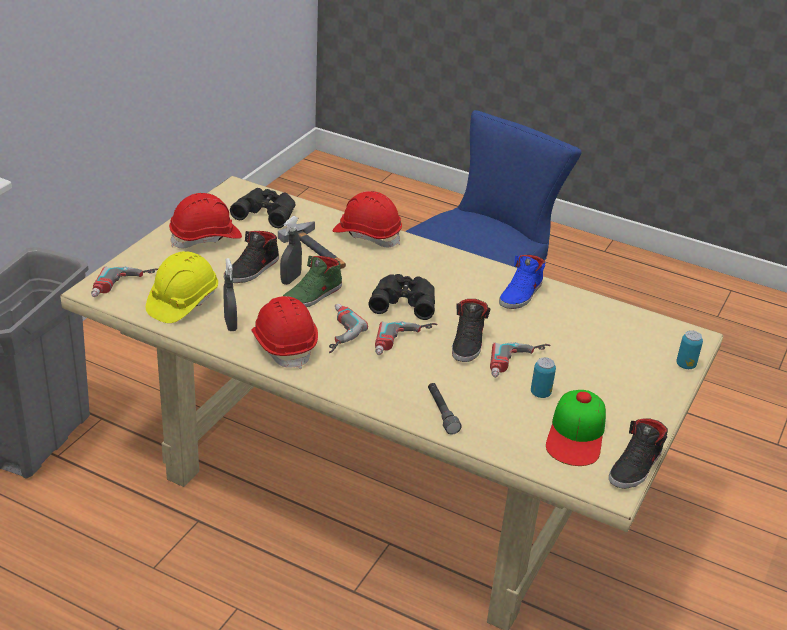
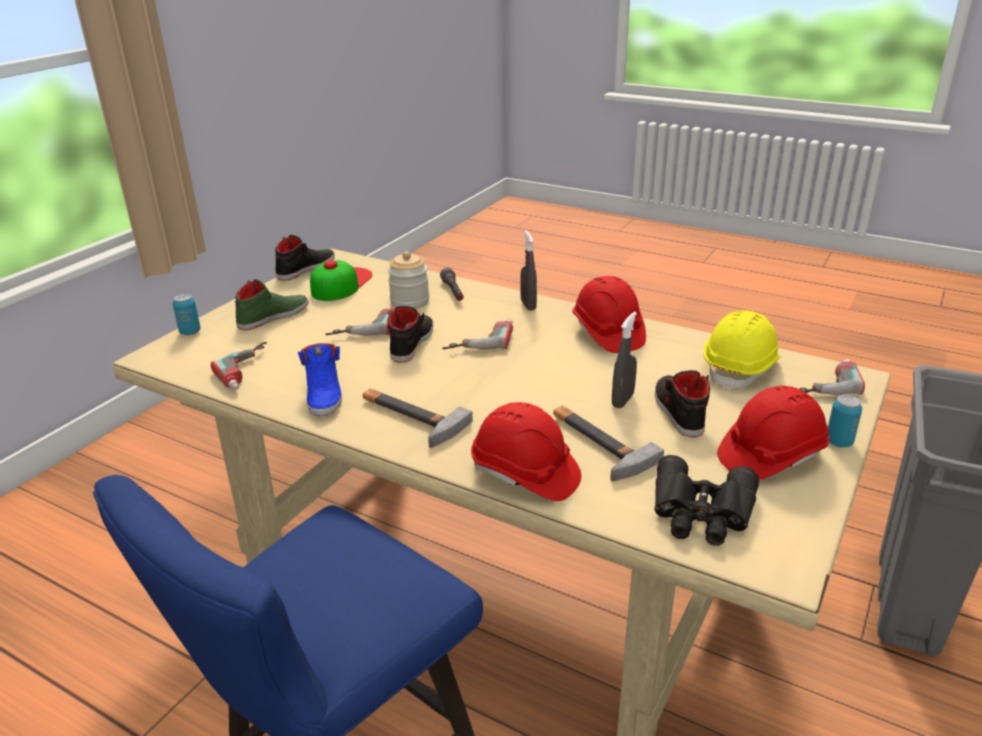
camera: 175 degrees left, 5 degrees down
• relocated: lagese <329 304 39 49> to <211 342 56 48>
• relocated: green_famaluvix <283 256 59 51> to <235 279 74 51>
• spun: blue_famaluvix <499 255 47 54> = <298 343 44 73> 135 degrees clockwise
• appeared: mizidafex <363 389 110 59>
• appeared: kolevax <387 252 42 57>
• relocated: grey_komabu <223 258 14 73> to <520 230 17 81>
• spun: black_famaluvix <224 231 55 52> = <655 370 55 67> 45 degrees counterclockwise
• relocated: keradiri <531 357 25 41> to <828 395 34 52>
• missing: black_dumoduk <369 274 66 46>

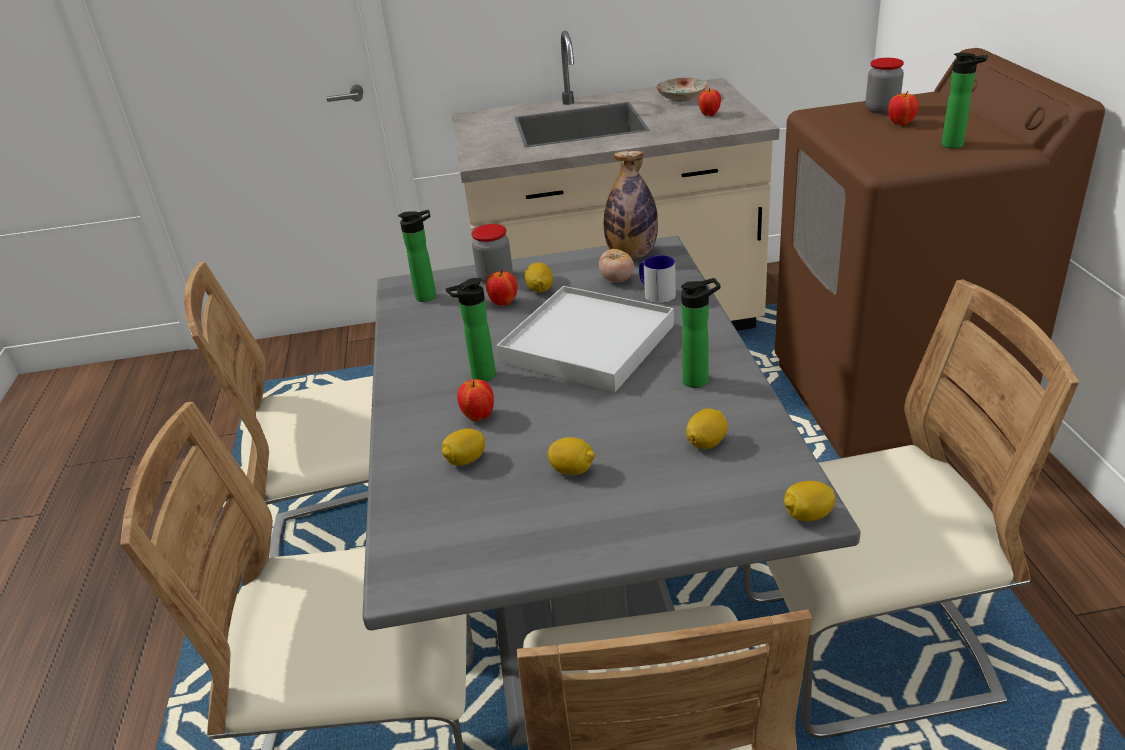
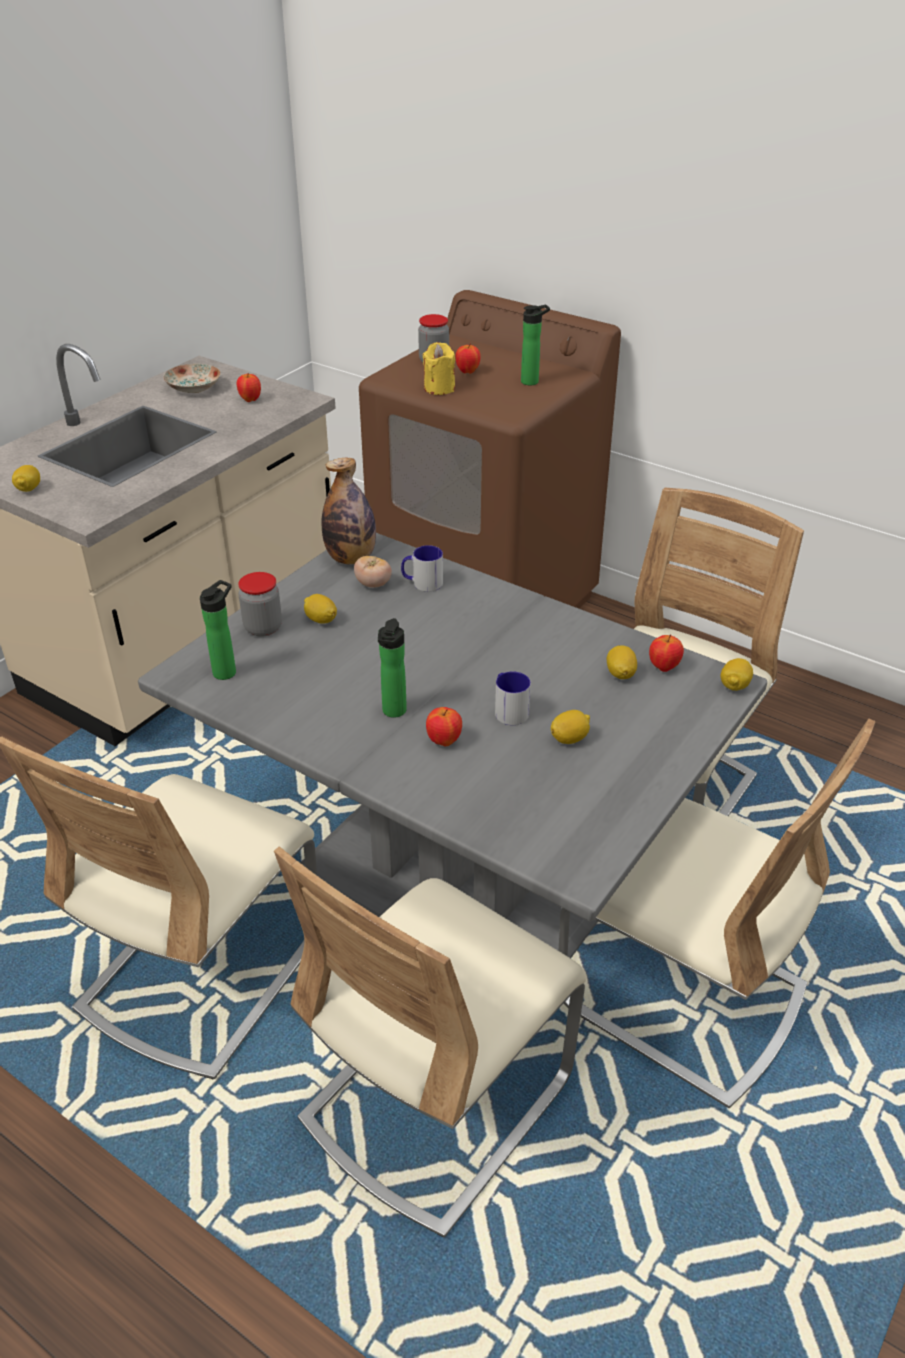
camera: 50 degrees left, 5 degrees up
• relocated: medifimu <442 428 43 38> to <12 465 28 27>
• appeared: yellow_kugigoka <422 342 33 53>
• appeared: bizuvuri <495 671 36 54>
• relocated: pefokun <486 270 31 36> to <649 635 35 37>
• missing: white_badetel <496 286 178 106>
• missing: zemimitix <681 278 40 110>

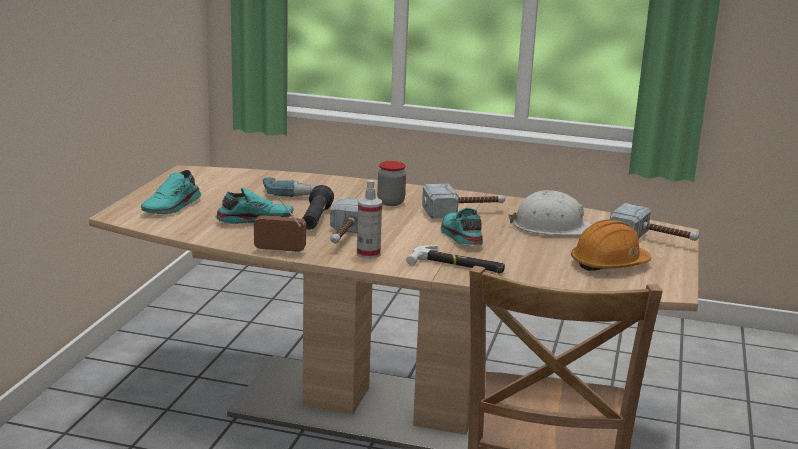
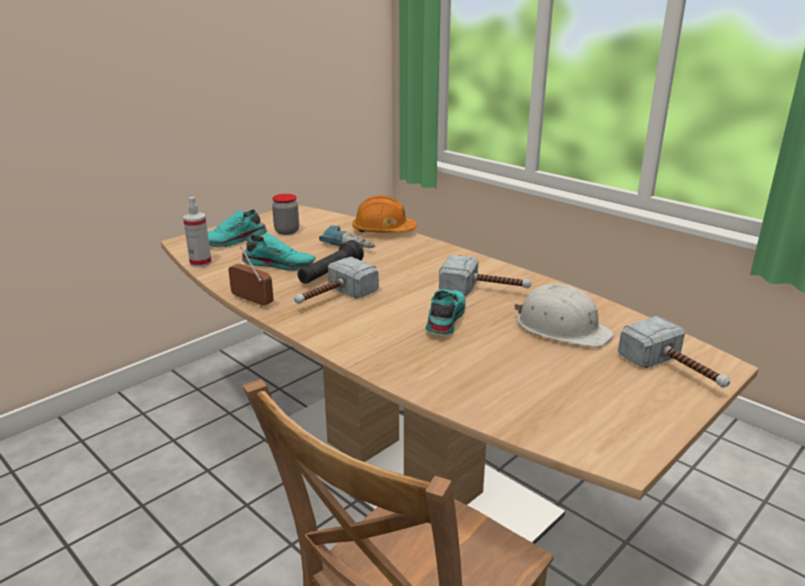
camera: 30 degrees right, 5 degrees up
• relocated: komabu <357 180 25 79> to <183 197 29 71>
• relocated: kolevax <377 161 29 45> to <272 194 27 41>
• relocated: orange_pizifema <571 219 80 52> to <352 195 65 38>
• missing: mizidafex <406 245 99 29>

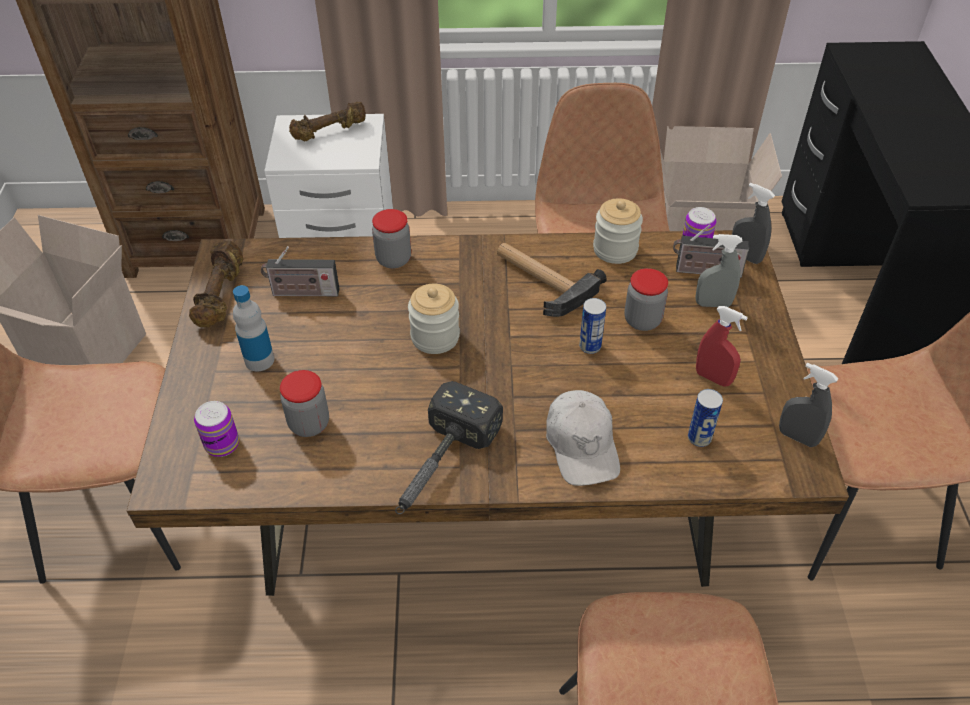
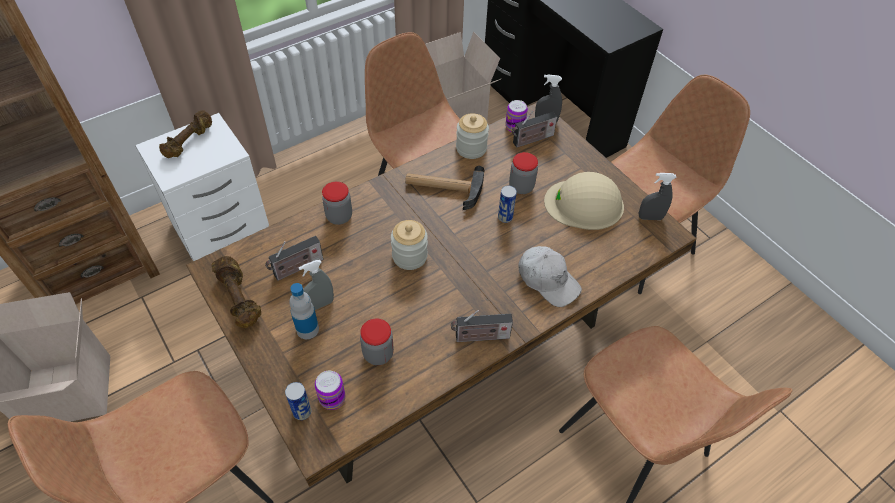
camera: 35 degrees left, 5 degrees up
• relocated: keradiri <688 389 35 58> to <285 382 26 38>
• relocated: grey_komabu <695 234 48 73> to <299 260 35 50>
• exchanged: mizidafex <395 381 108 133> to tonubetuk <451 310 62 32>
• exchanged: red_komabu <696 306 52 81> to beige_pizifema <544 172 80 58>

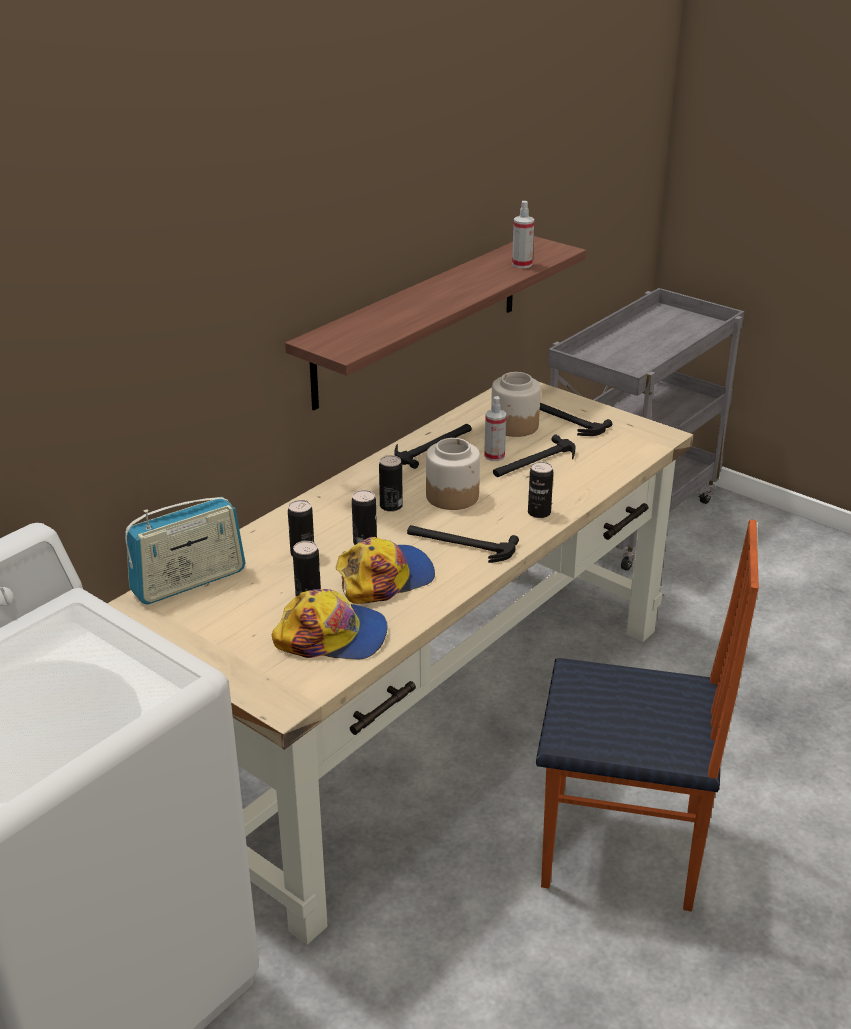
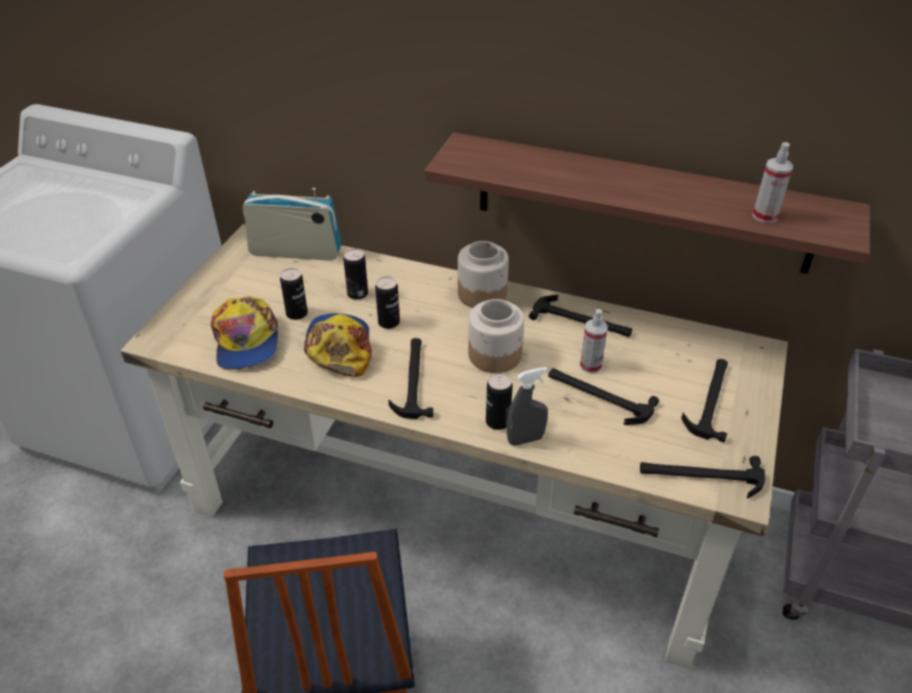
camera: 70 degrees right, 10 degrees up
• spun: tonubetuk <125 497 121 107> = <242 188 100 73> 150 degrees clockwise
• spun: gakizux <336 537 99 67> = <304 314 68 63> 135 degrees counterclockwise
• relocated: kolevax <491 372 50 65> to <458 241 51 67>
• appeared: grey_komabu <507 367 41 79>
• appeared: mizidafex <640 456 125 42>
• missing: keradiri <379 455 24 57>

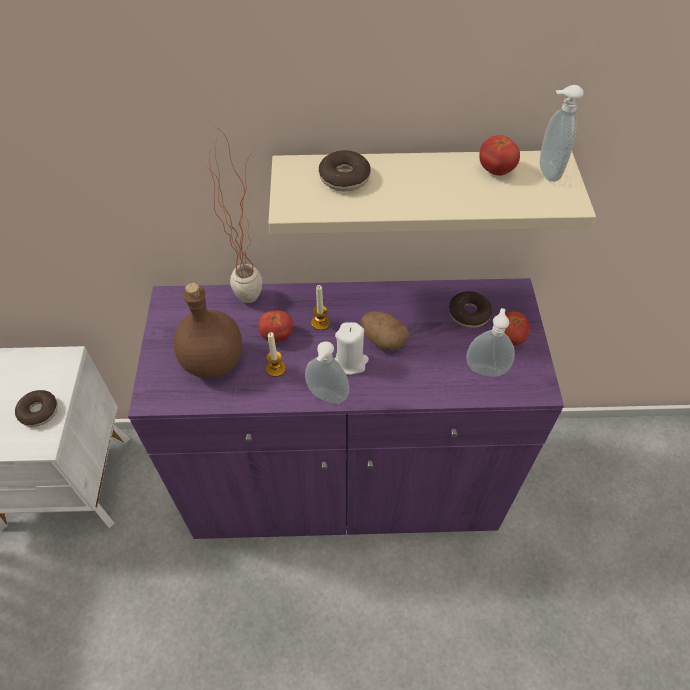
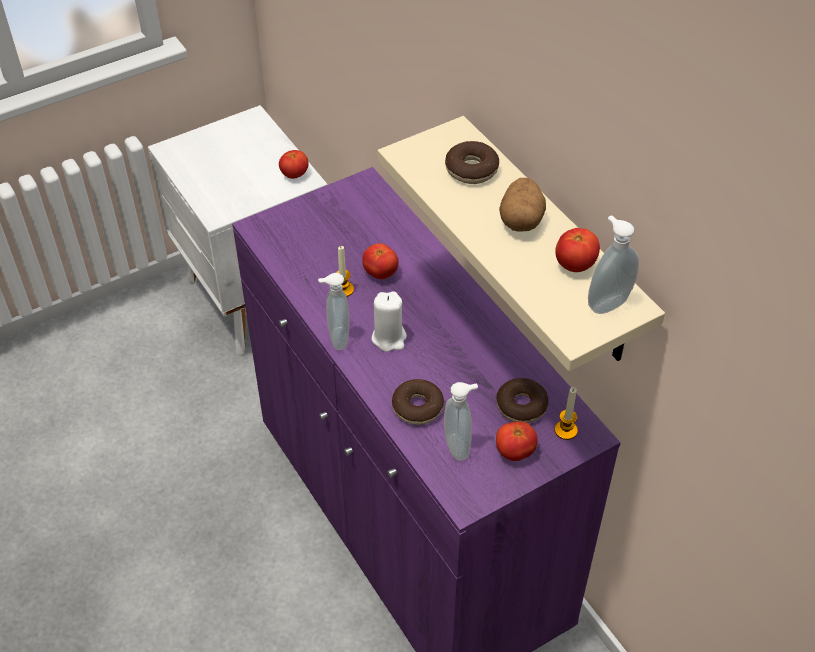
camera: 60 degrees right, 5 degrees down
• appeared: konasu <279 150 30 29>
• relocated: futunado <15 390 43 37> to <392 379 52 46>
• relocated: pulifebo <361 311 48 40> to <499 178 47 54>
• relocated: kugigoka <311 285 19 45> to <555 387 23 53>
• missing: brown_zemimitix <174 282 68 96>
• missing: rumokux <207 127 55 176>

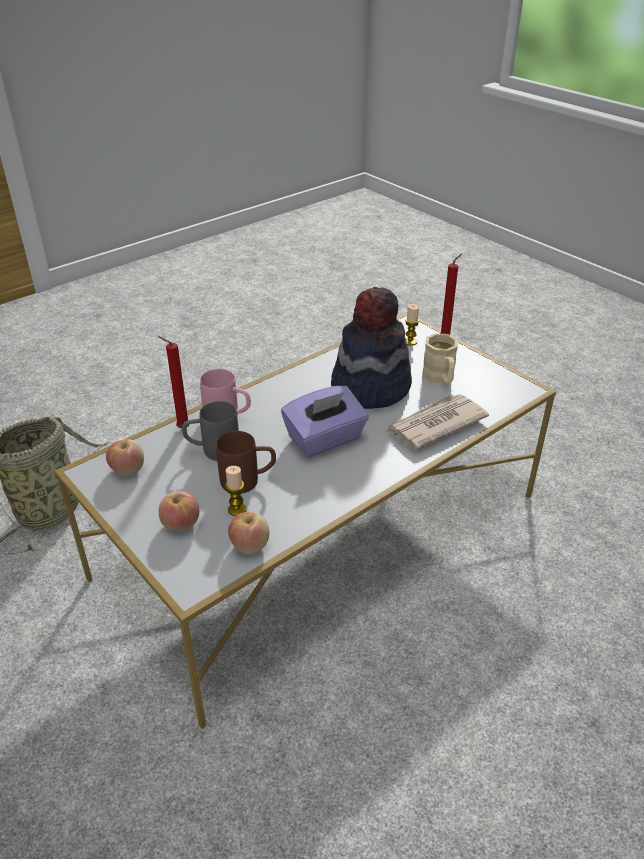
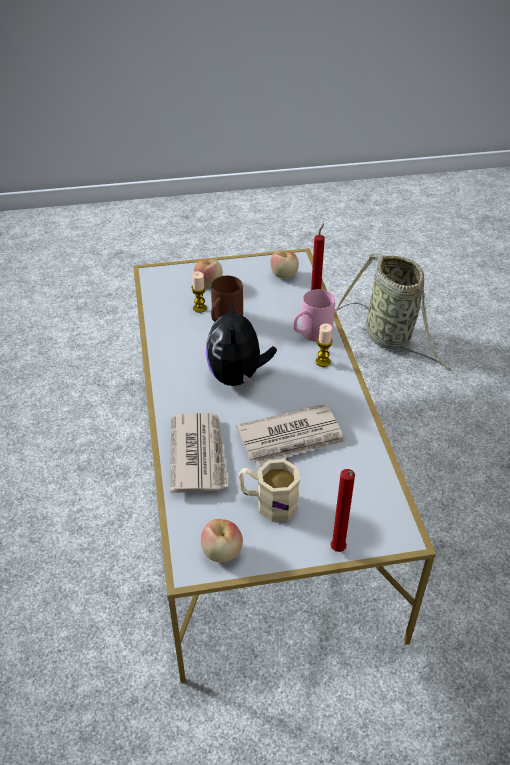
camera: 120 degrees right, 5 degrees up
• relocated: pefokun <228 512 41 42> to <201 519 42 43>
• exchanged: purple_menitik <281 386 88 71> to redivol <206 298 71 89>
• exchanged: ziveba <331 287 81 122> to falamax <236 404 111 62>
• relocated: kugigoka <405 304 14 42> to <316 323 17 44>
• missing: grey_bizuvuri <182 401 57 60>

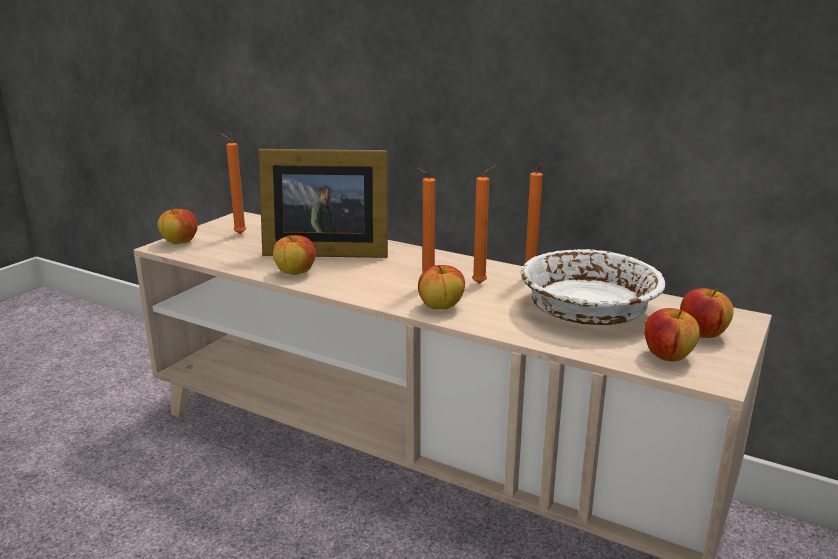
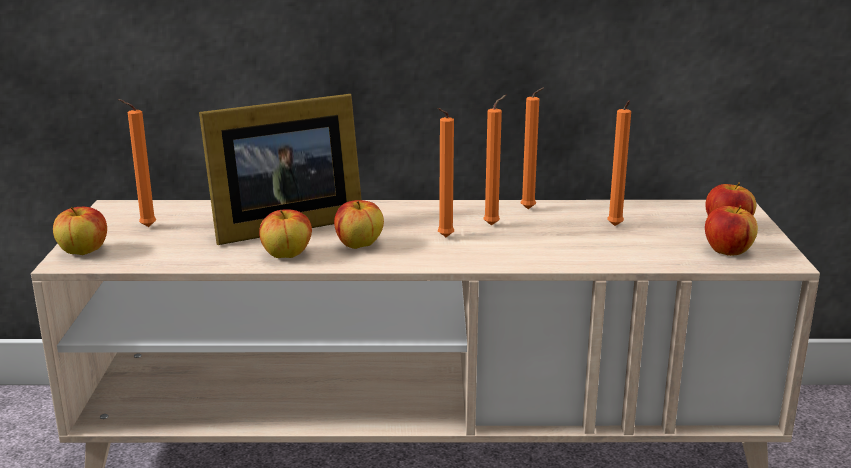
camera: 30 degrees left, 0 degrees up
• relocated: pefokun <418 265 47 44> to <334 200 50 49>
• exchanged: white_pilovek <521 249 144 76> to orange_kugigoka <607 101 24 125>

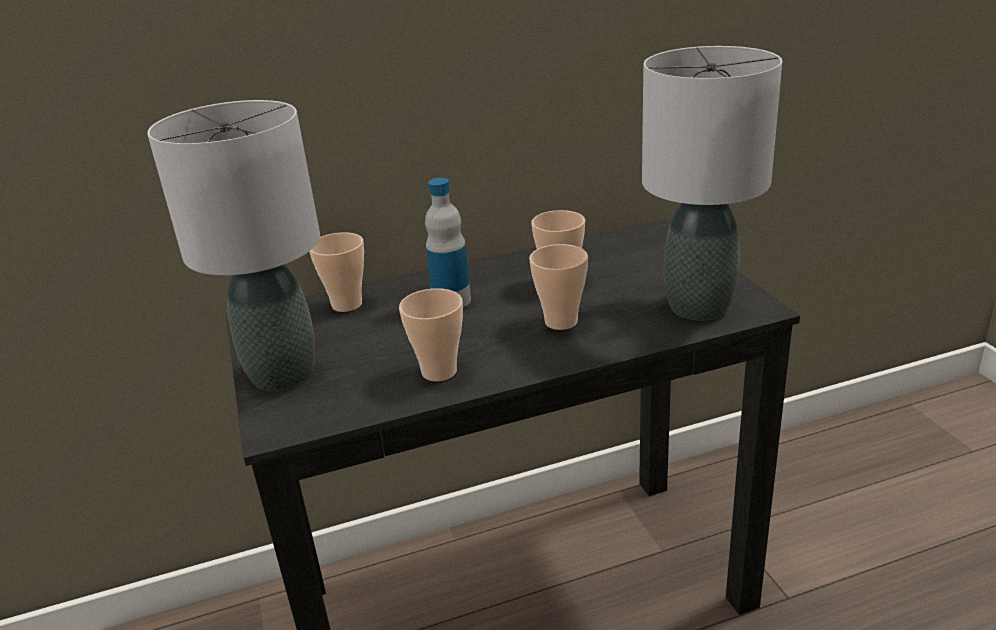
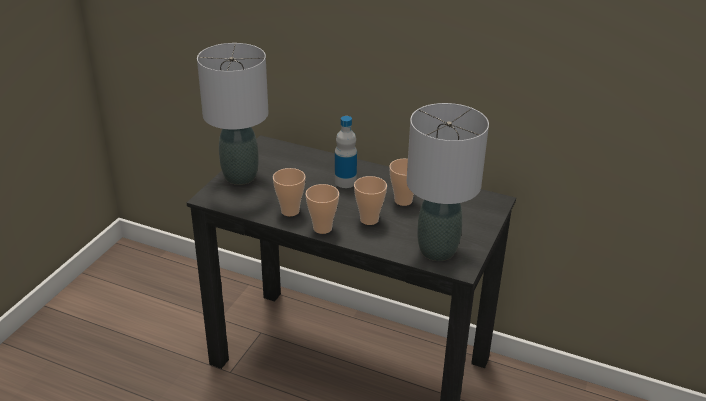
camera: 40 degrees right, 5 degrees up
• relocated: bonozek <309 232 55 80> to <305 184 34 50>

